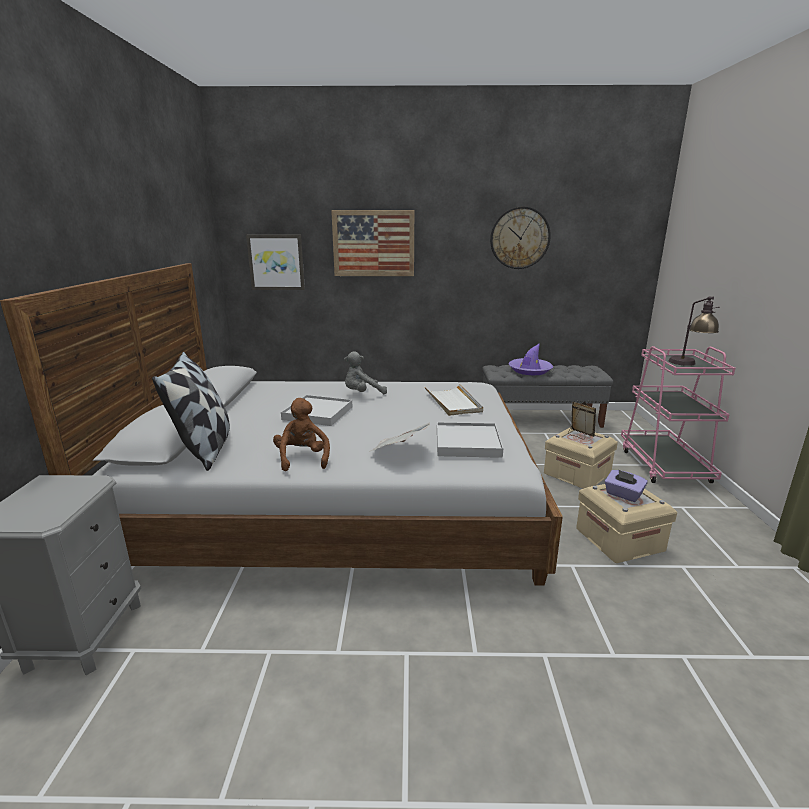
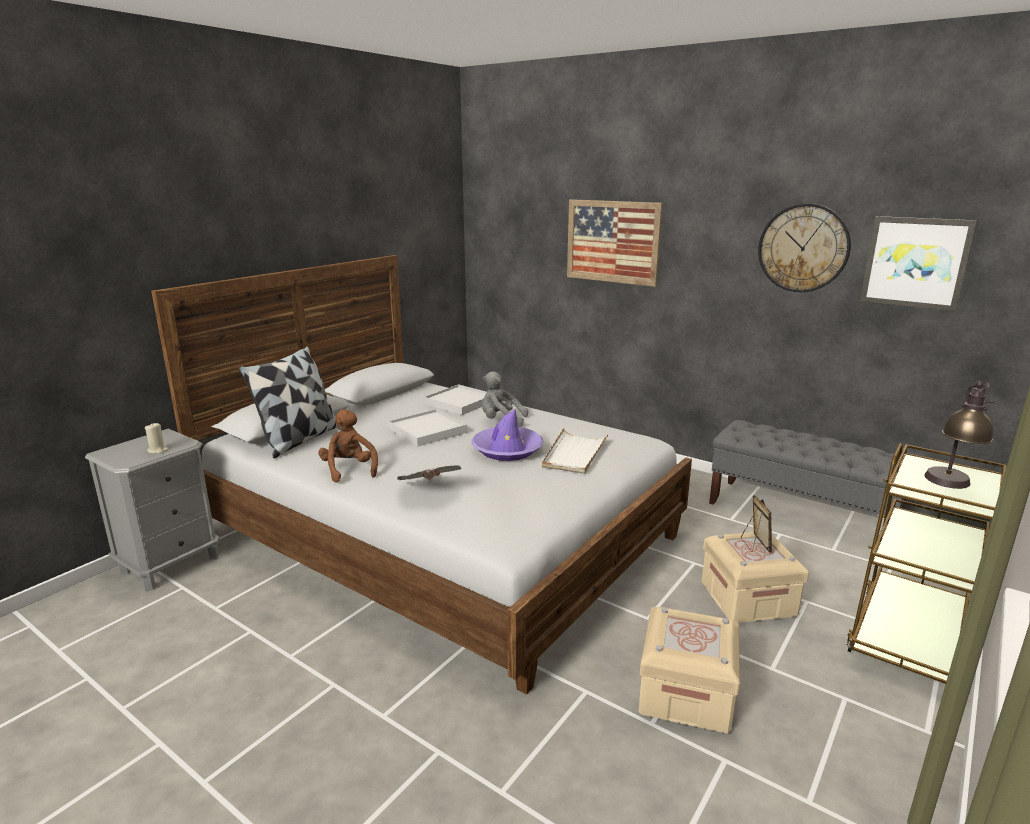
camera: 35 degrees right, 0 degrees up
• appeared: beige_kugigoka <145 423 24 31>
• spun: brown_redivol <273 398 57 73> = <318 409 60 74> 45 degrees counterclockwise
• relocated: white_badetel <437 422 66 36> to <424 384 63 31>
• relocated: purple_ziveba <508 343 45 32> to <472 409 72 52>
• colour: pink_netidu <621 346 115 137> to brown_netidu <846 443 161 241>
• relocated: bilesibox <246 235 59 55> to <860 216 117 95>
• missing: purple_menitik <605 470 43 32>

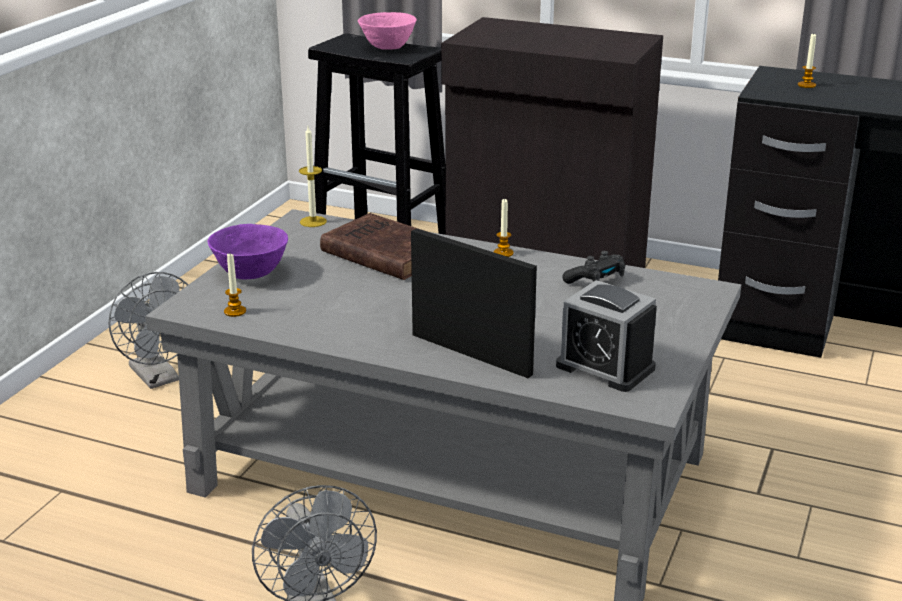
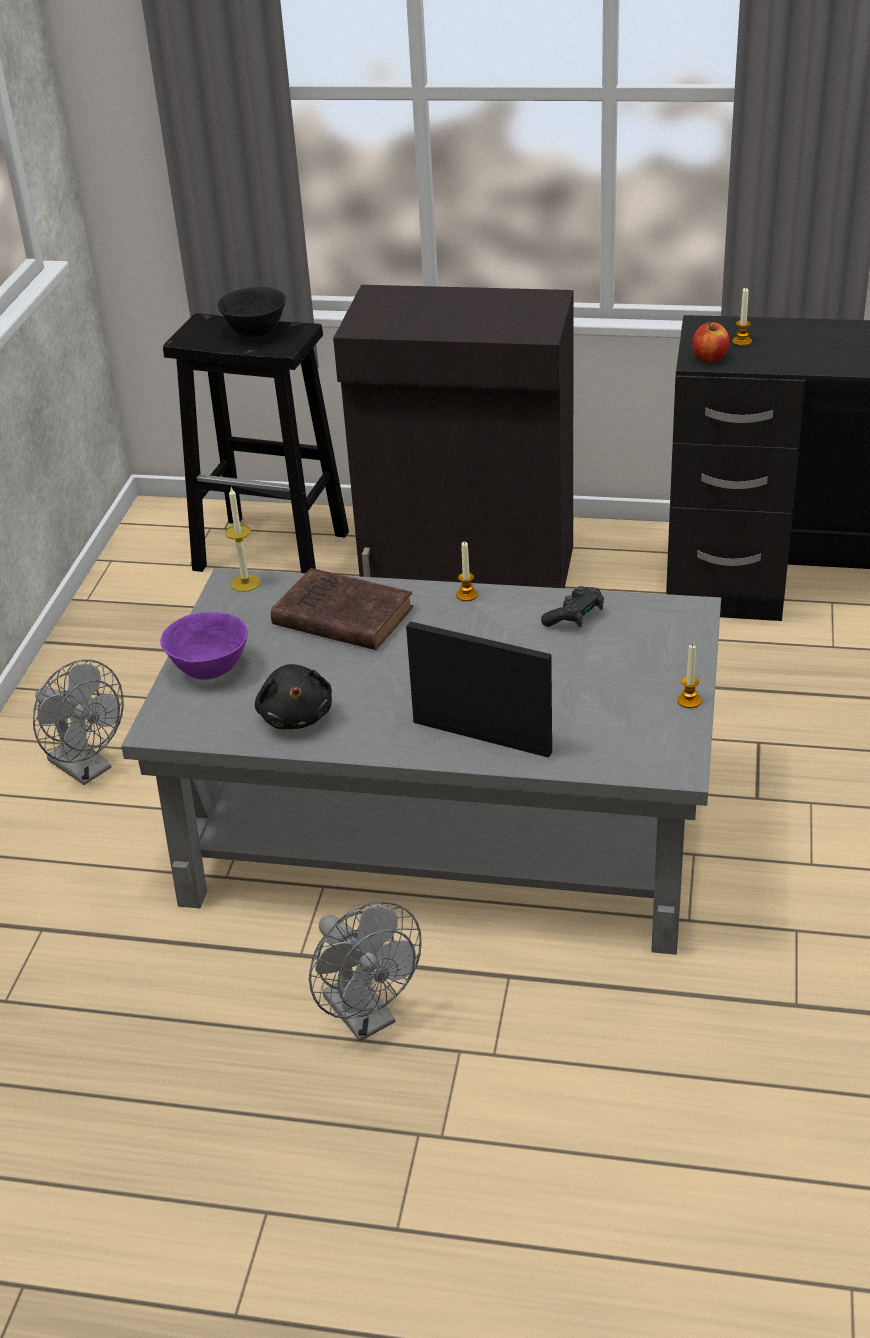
camera: 10 degrees left, 10 degrees up
• colour: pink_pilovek <358 12 59 38> to black_pilovek <218 287 68 50>
• appeared: black_redivol <255 664 77 65>
• relocated: kugigoka <224 254 22 63> to <677 644 24 64>
• appeared: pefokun <692 321 38 41>
• missing: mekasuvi <556 280 101 112>

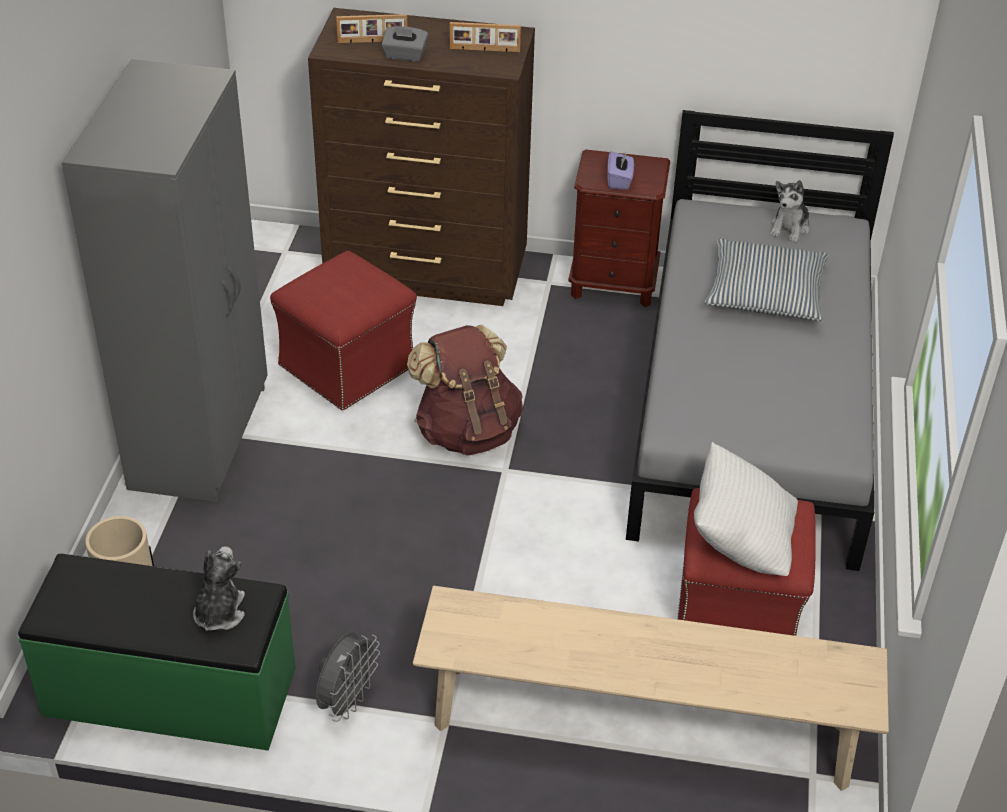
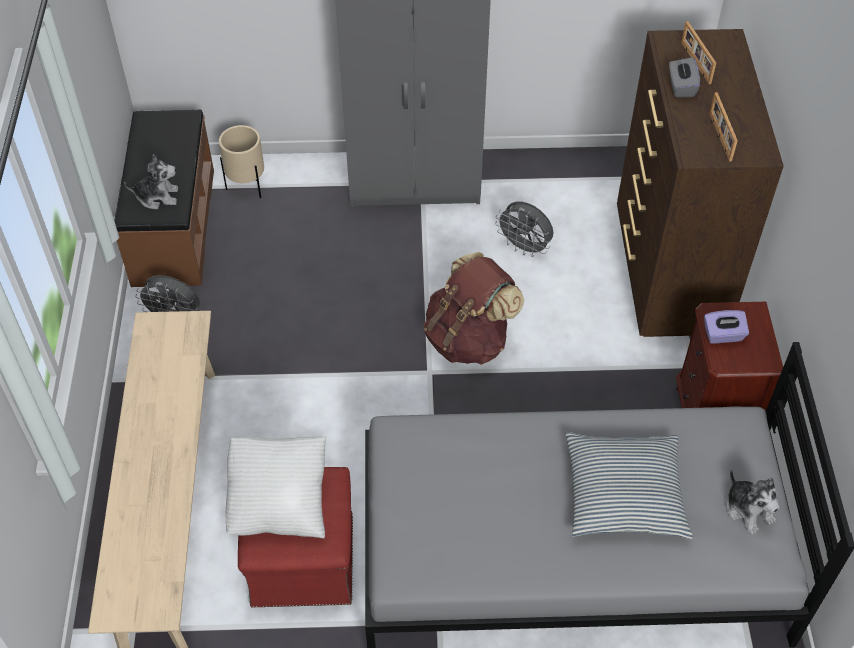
camera: 80 degrees right, 10 degrees up
• colour: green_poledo <18 554 278 197> to brown_poledo <114 110 100 177>
• exchanged: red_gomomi <270 251 147 159> to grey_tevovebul <495 202 58 55>
• spun: redivol <770 180 40 63> = <726 469 54 65> 135 degrees counterclockwise

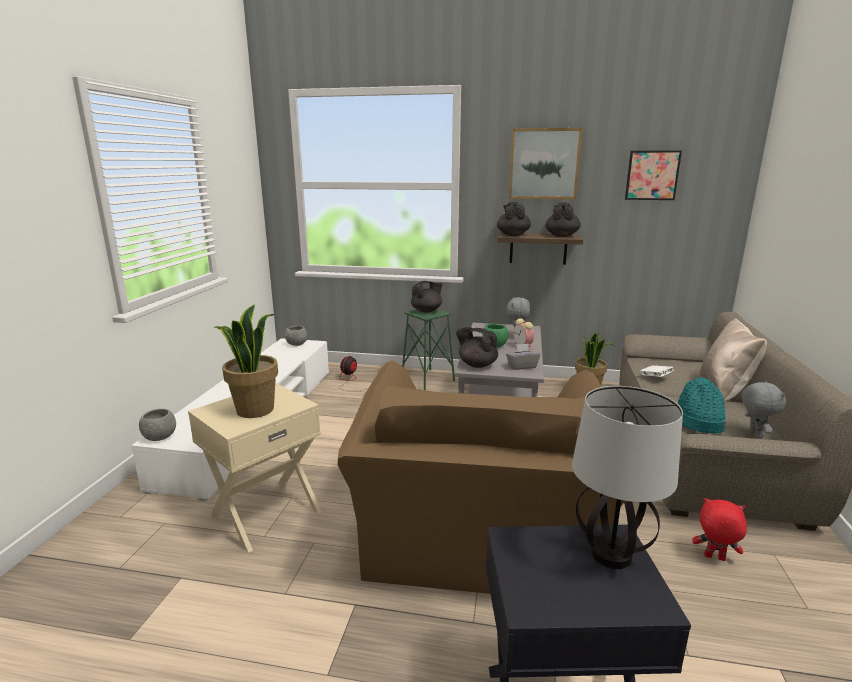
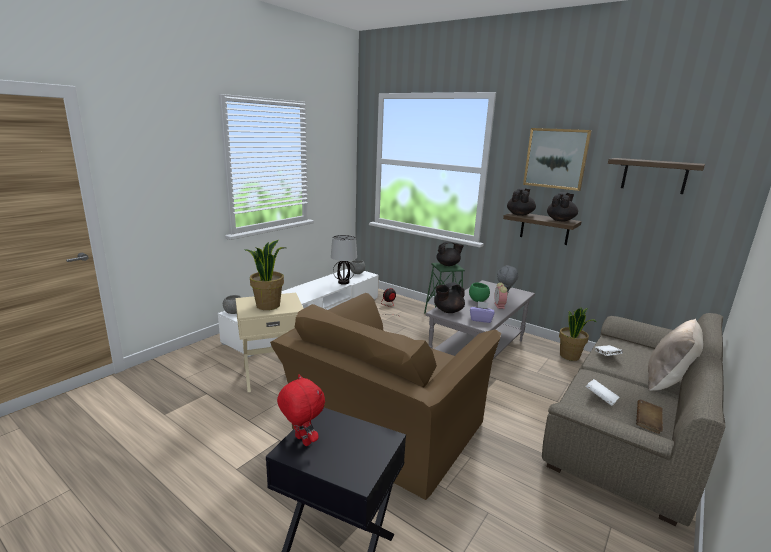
camera: 25 degrees right, 0 degrees up
• relocated: red_redivol <692 498 55 63> to <277 374 48 72>
• relocated: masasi <572 386 111 183> to <331 235 26 50>
• spun: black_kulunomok <456 327 42 41> = <434 282 31 31> 90 degrees counterclockwise
• colour: grey_menitik <506 343 34 27> to purple_menitik <470 301 25 22>
• exchanged: turquoise_ziveba <678 377 48 57> to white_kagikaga <586 379 33 27>
• exchanged: bilesibox <625 150 57 50> to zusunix <608 158 97 36>
• exchanged: grey_redivol <742 381 44 57> to brown_kagikaga <636 400 27 34>

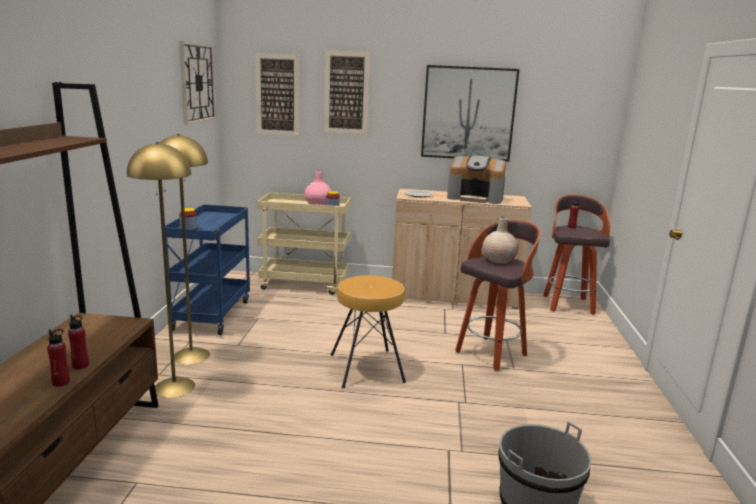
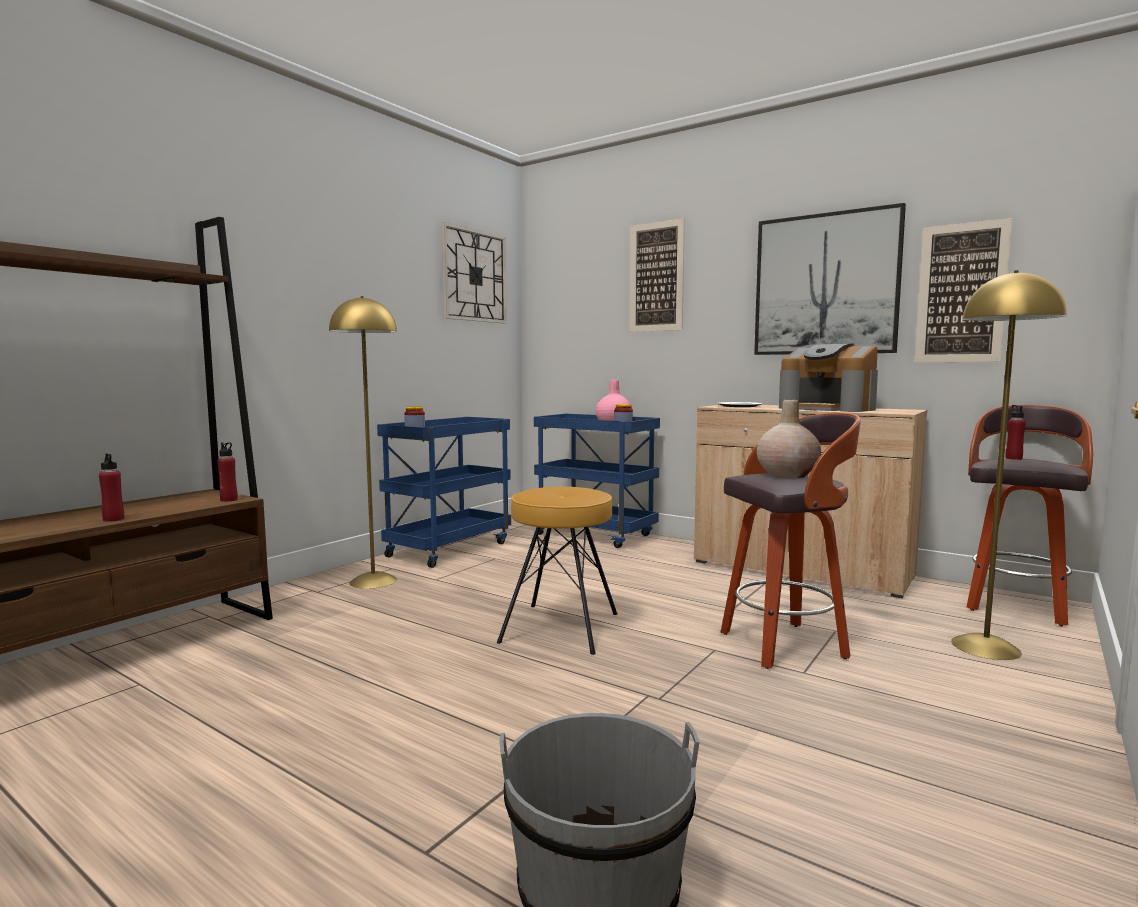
camera: 30 degrees right, 10 degrees down
• relocated: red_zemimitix <47 329 23 58> to <218 442 20 60>
• colour: beige_netidu <257 193 94 102> to blue_netidu <534 414 126 134>
• relocated: bilesibox <255 53 44 83> to <915 218 97 144>
• relocated: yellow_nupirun <127 142 68 256> to <951 270 116 390>

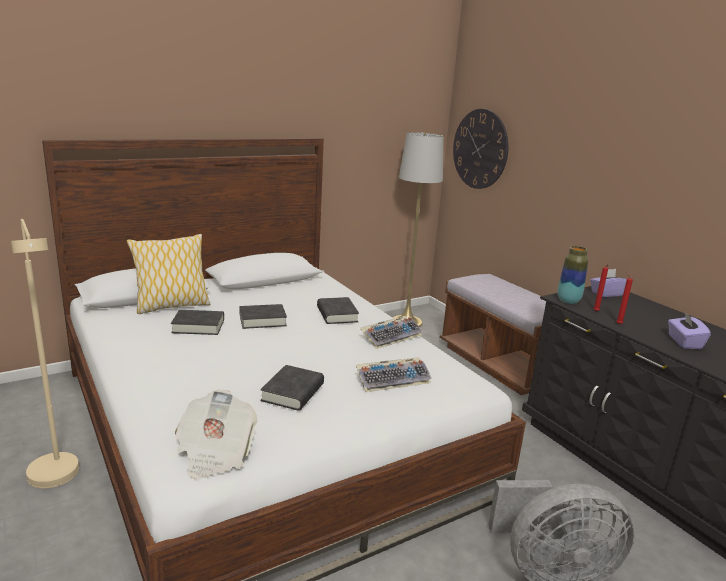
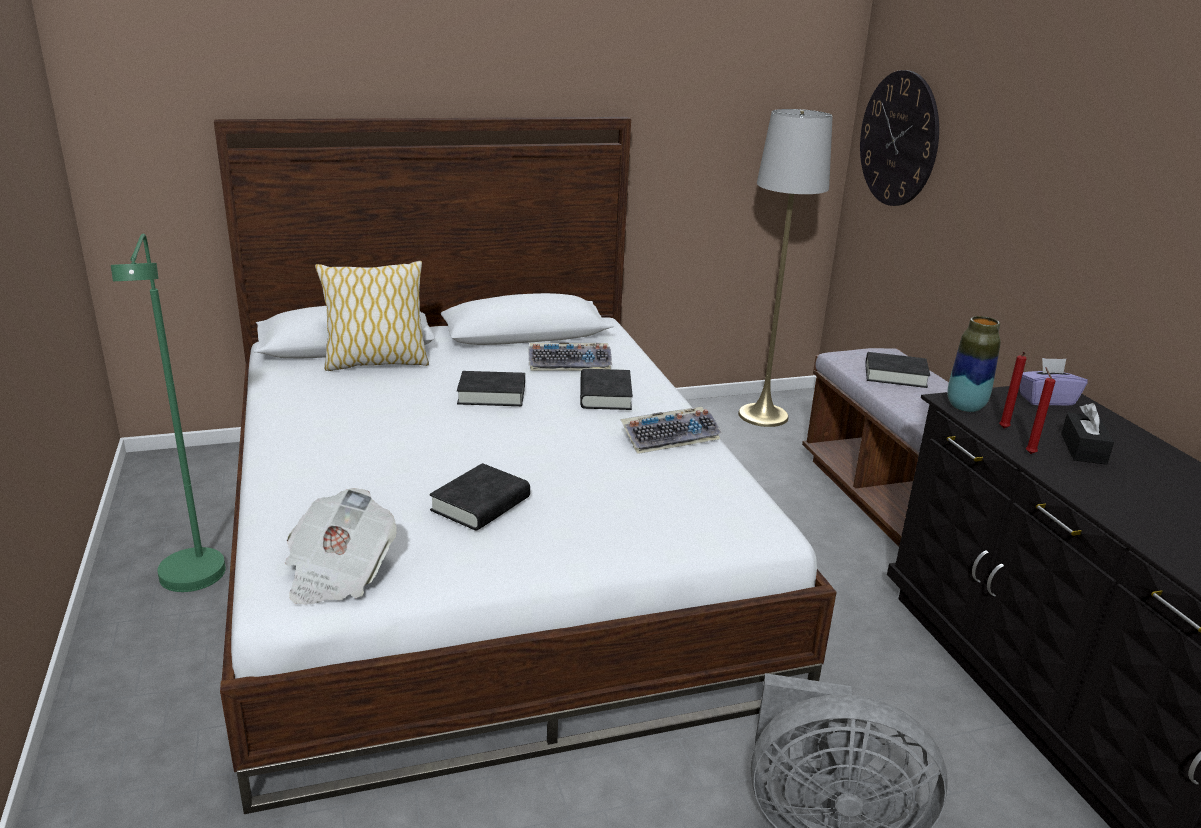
camera: 15 degrees right, 5 degrees up
• colour: beige_nupirun <11 219 68 269> to green_nupirun <111 234 115 358>
• relocated: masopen <356 357 76 35> to <528 342 84 29>
• relocated: black_kagikaga <171 310 53 25> to <865 352 65 36>
• appeared: black_menitik <1061 403 53 62>
• missing: purple_menitik <668 312 43 37>

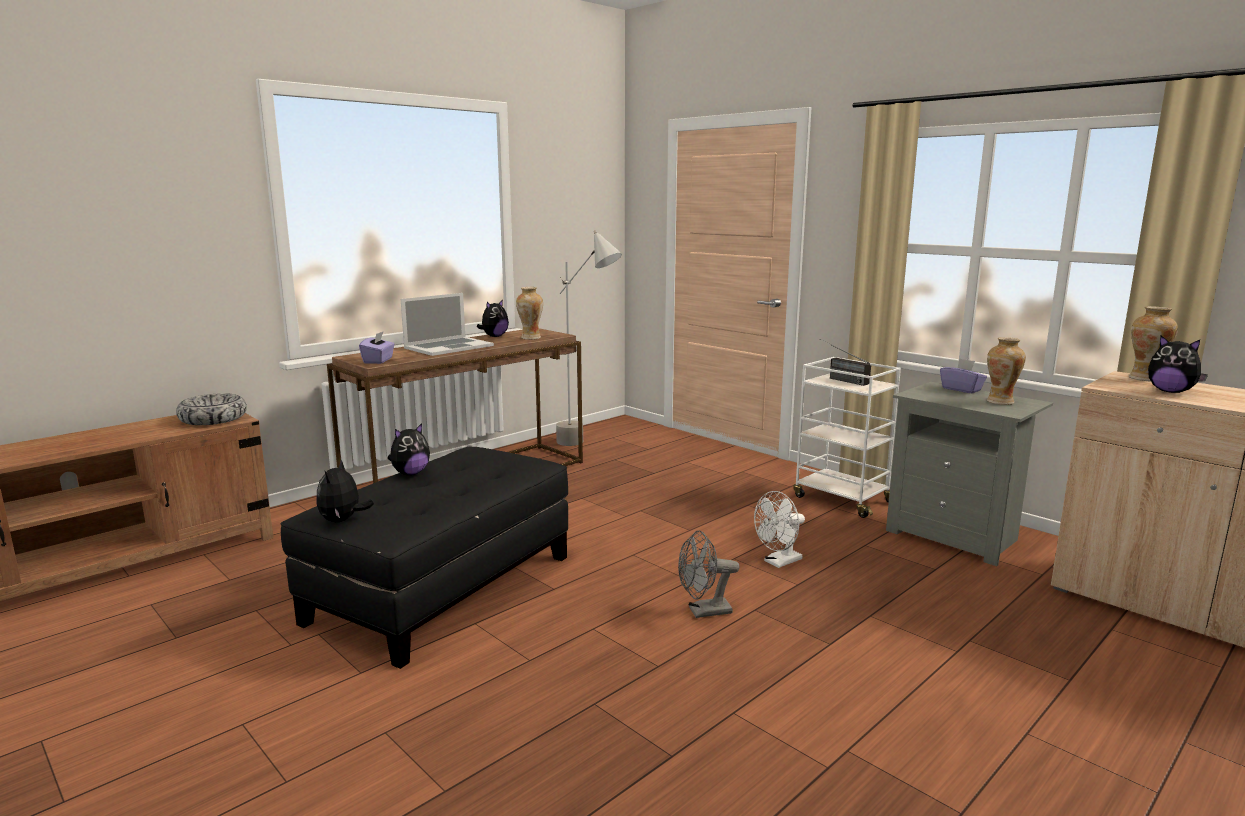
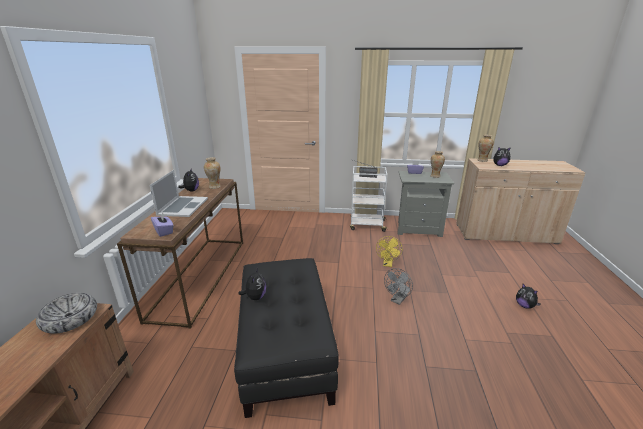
camera: 40 degrees left, 10 degrees up
• colour: white_tevovebul <754 491 51 77> to yellow_tevovebul <376 236 27 31>
• relocated: redivol <316 460 58 62> to <516 284 25 25>
• missing: grey_nupirun <556 230 66 216>

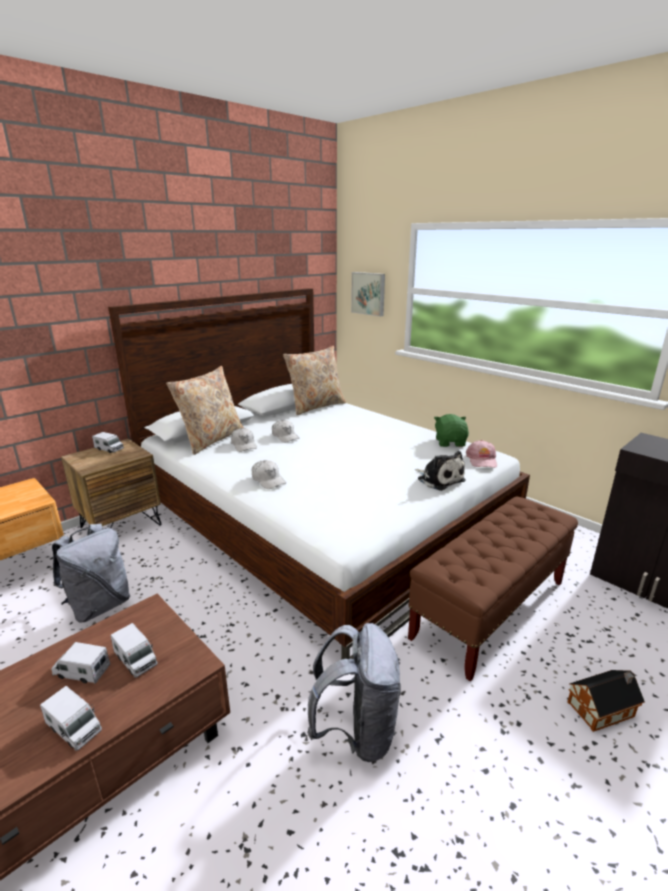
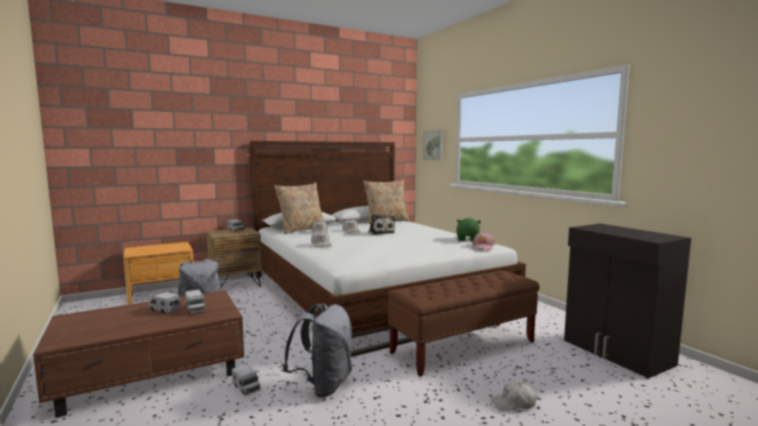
camera: 15 degrees right, 15 degrees down
• relocated: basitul <40 686 62 65> to <232 364 29 31>
• relocated: redivol <415 451 51 40> to <368 214 27 21>
• exchanged: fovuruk <568 670 77 62> to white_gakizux <491 381 45 30>

